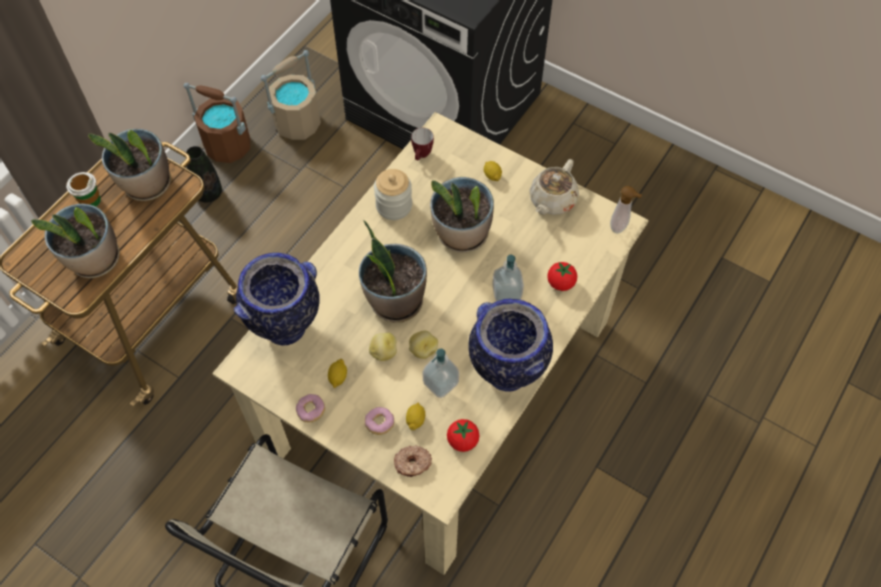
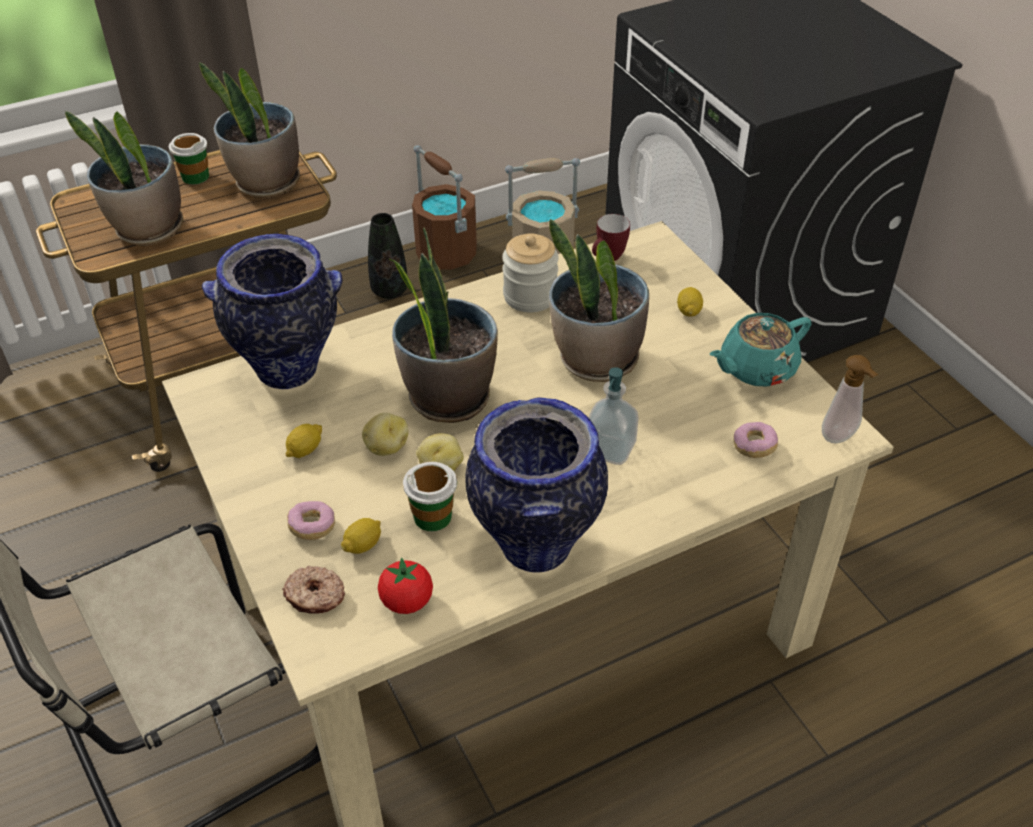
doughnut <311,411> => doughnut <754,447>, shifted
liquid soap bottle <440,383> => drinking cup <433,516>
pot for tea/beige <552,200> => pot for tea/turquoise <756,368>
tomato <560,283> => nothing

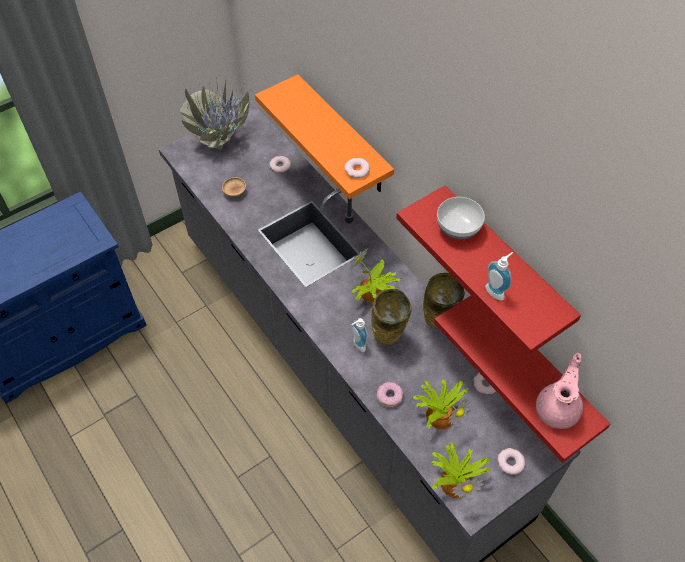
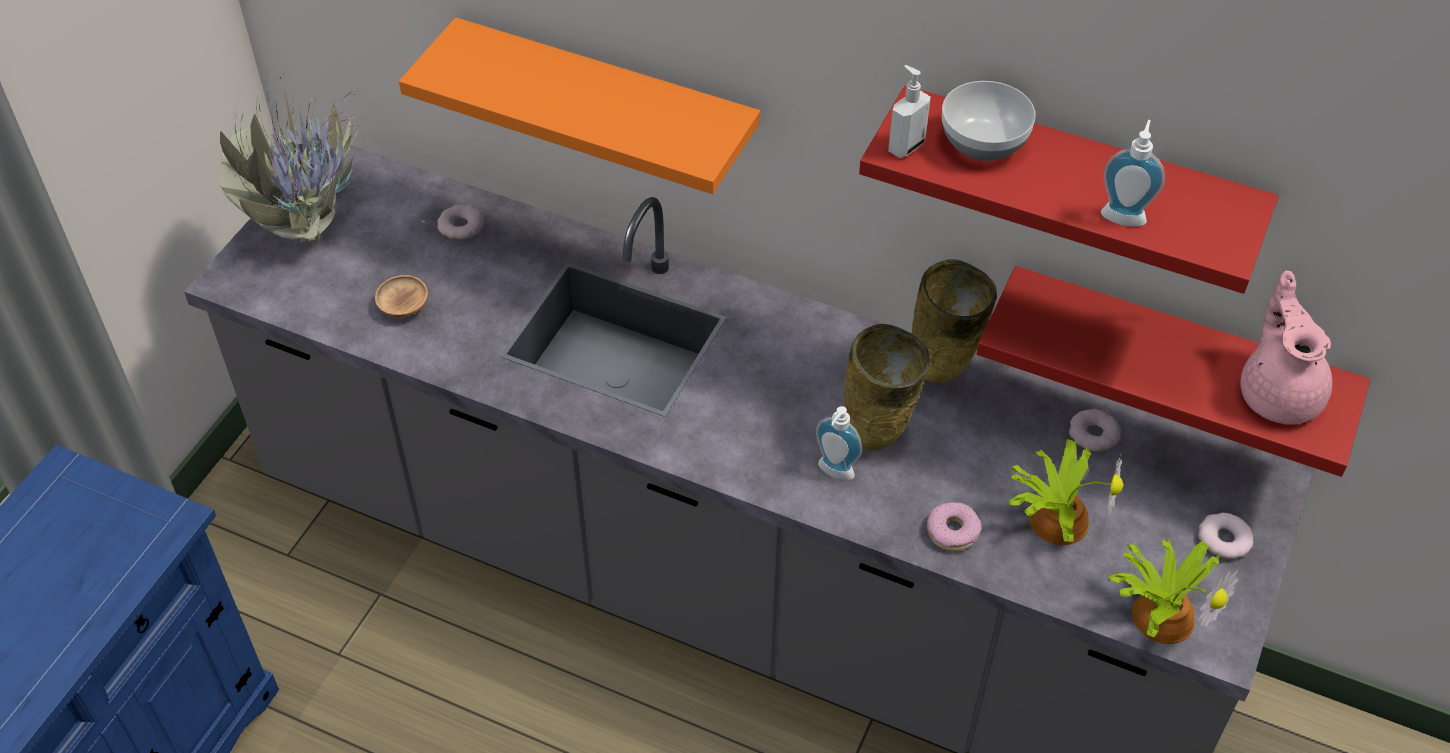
doughnut <357,170> => nothing
houseplant <372,292> => nothing
nothing => liquid soap bottle <905,146>

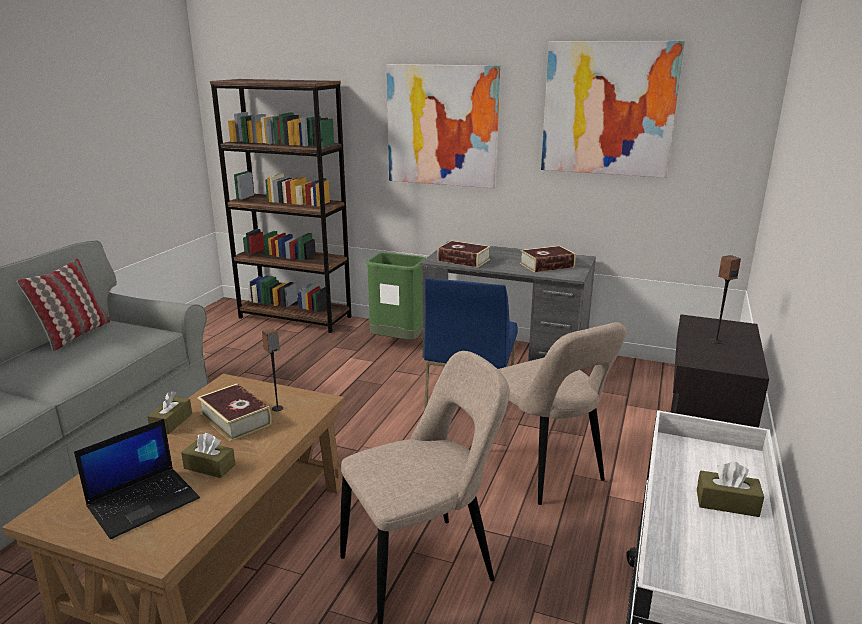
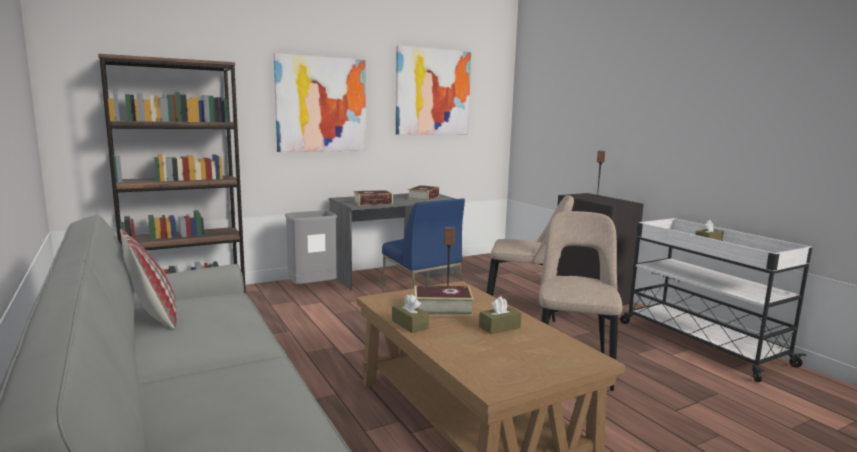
portable computer <144,501> => nothing
waste bin/greenish <398,342> => waste bin/greyish <312,288>

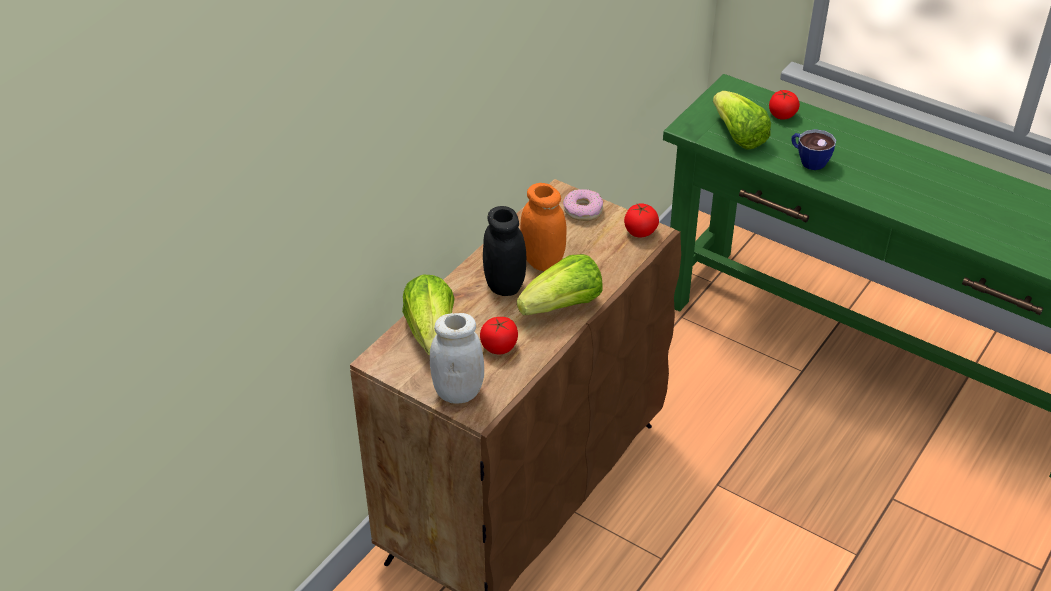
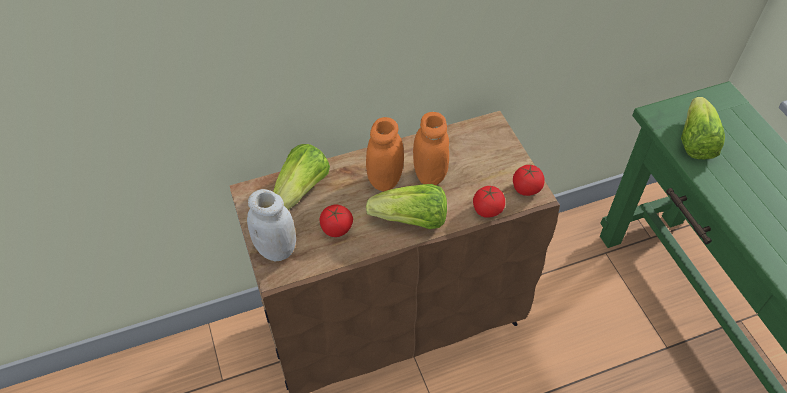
jar/black <504,285> => jar/orange-coloured <385,180>
doughnut <583,210> => nothing
tomato <782,115> => tomato <487,210>, shifted
drinking cup <808,160> => nothing

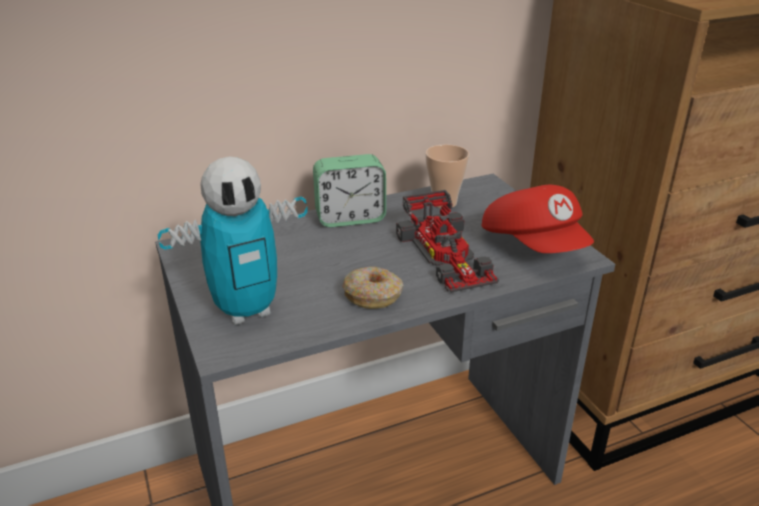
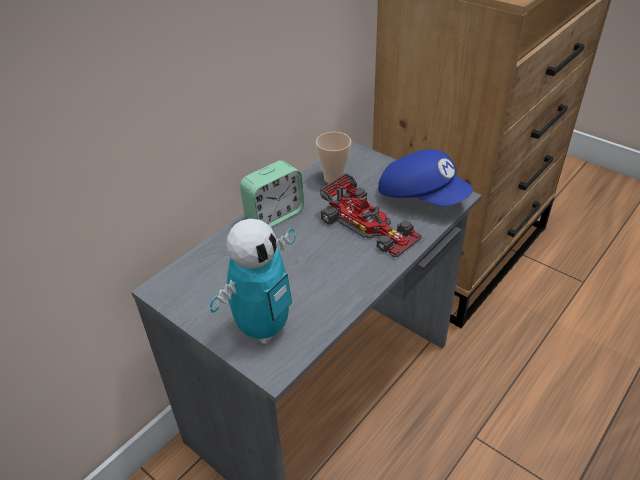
doughnut <373,295> => nothing
baseball cap/red-coloured <535,245> => baseball cap/blue-coloured <422,196>

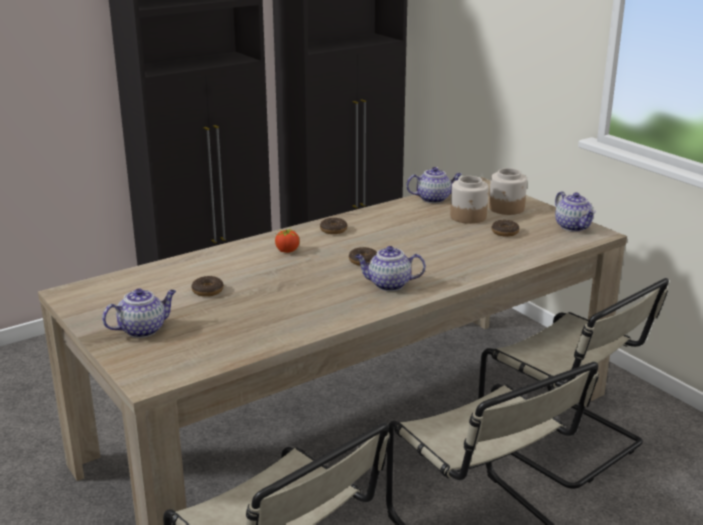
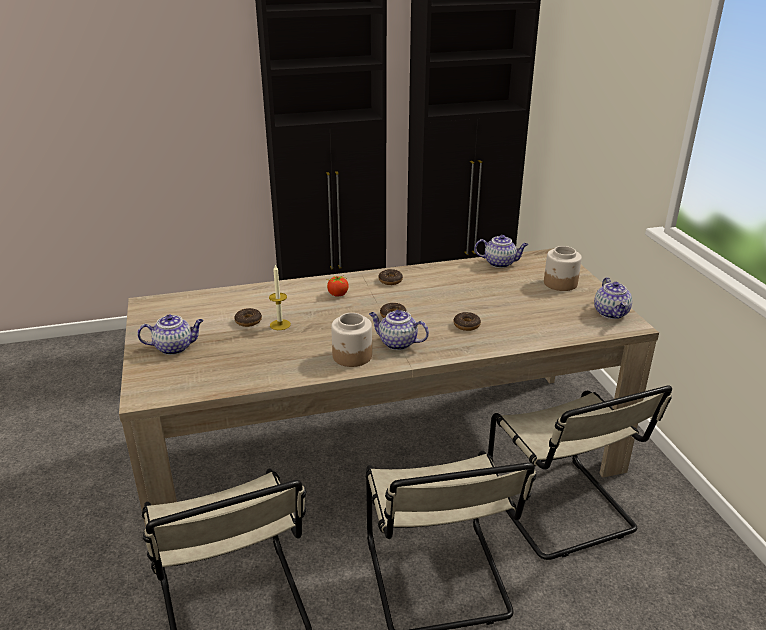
jar <468,217> => jar <352,356>, shifted
doughnut <505,232> => doughnut <466,325>, shifted
nothing => wax light <280,325>

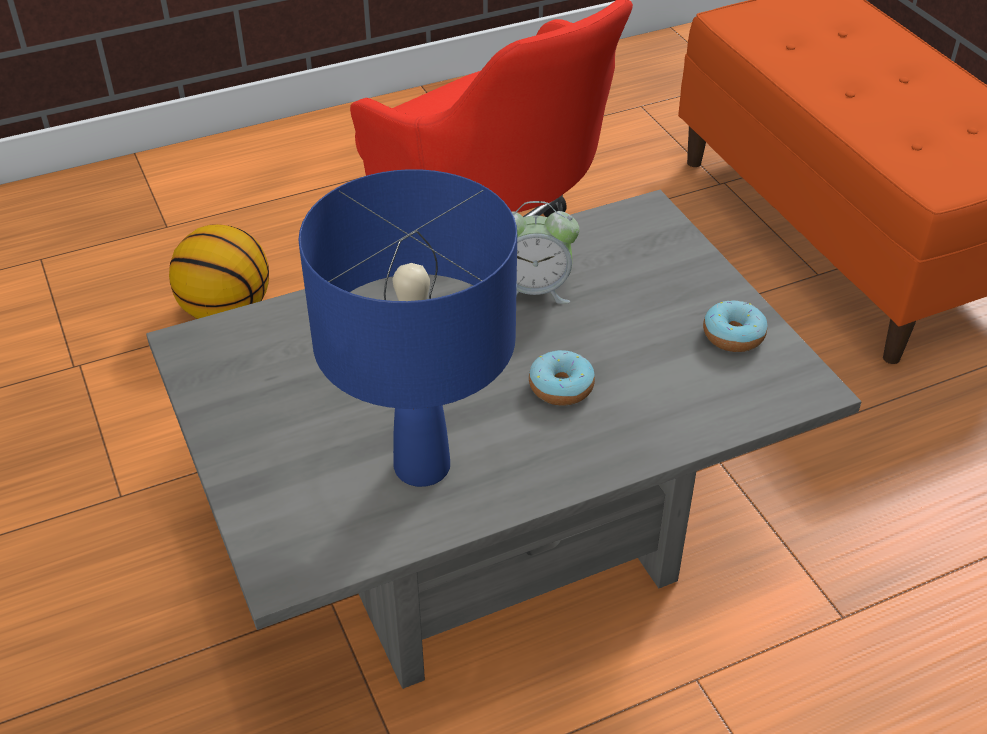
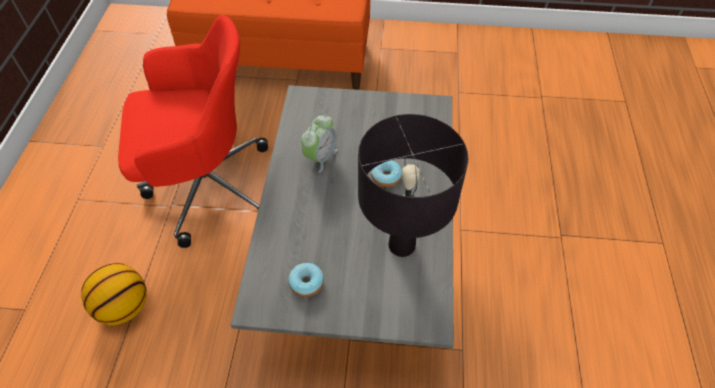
table lamp/blue-coloured <421,467> => table lamp/black <401,246>
doughnut <733,335> => doughnut <306,283>, shifted

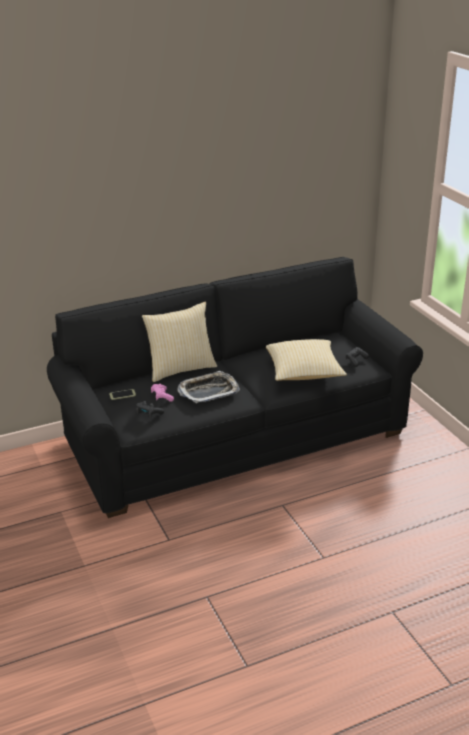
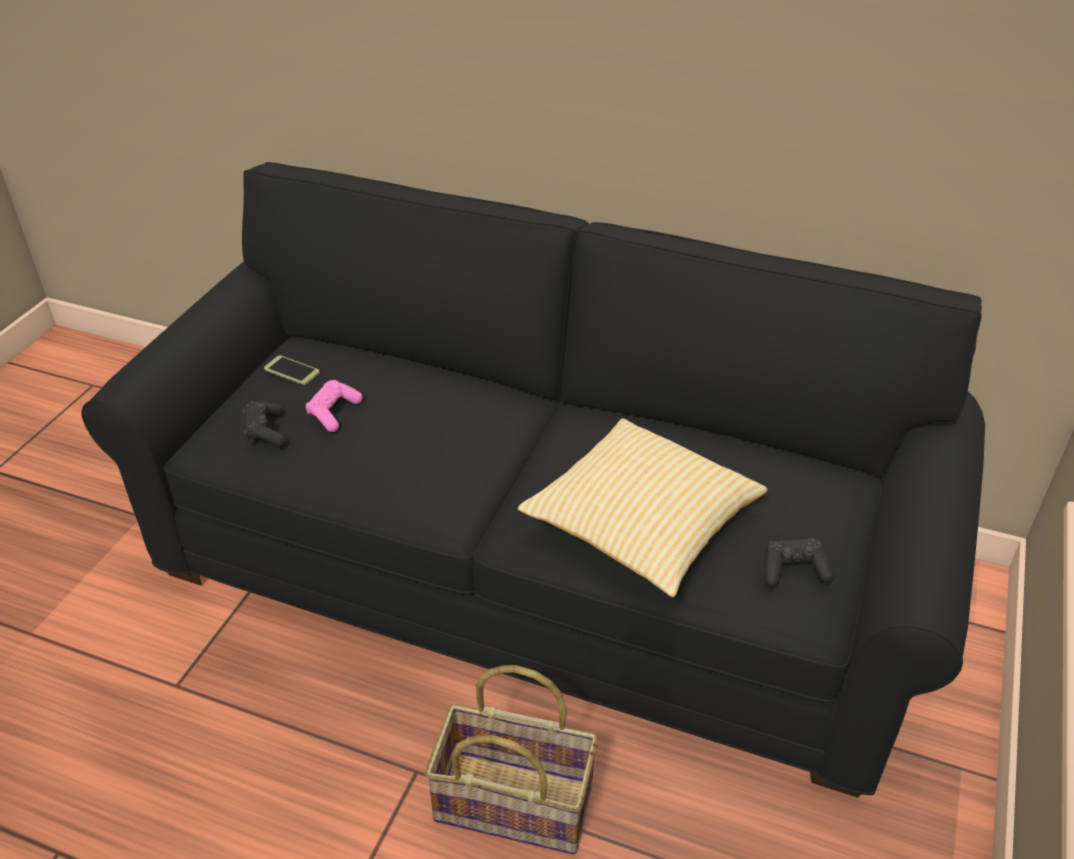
throw pillow <180,369> => nothing
tray <208,391> => nothing
nothing => basket <515,801>

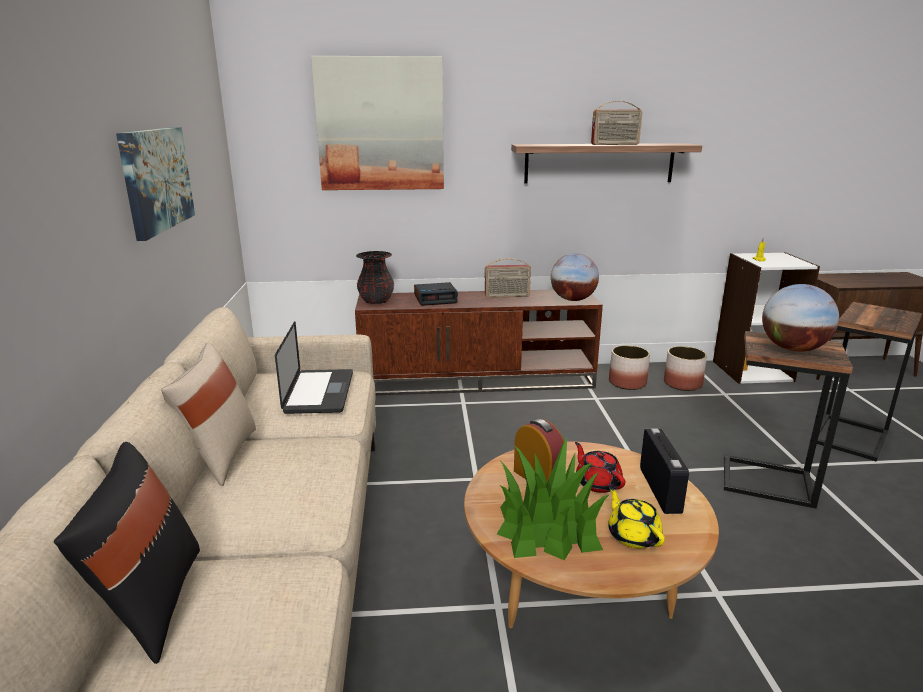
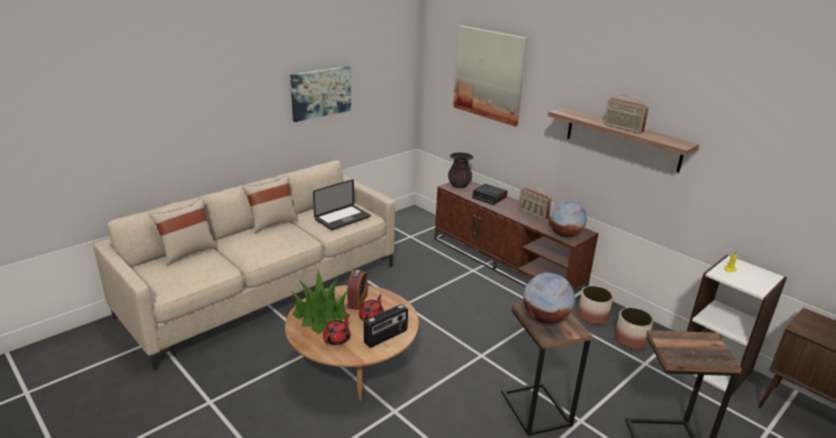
throw pillow/black <151,604> => throw pillow/beige <187,253>
pot for tea/yellow-coloured <633,535> => pot for tea/red-coloured <337,339>

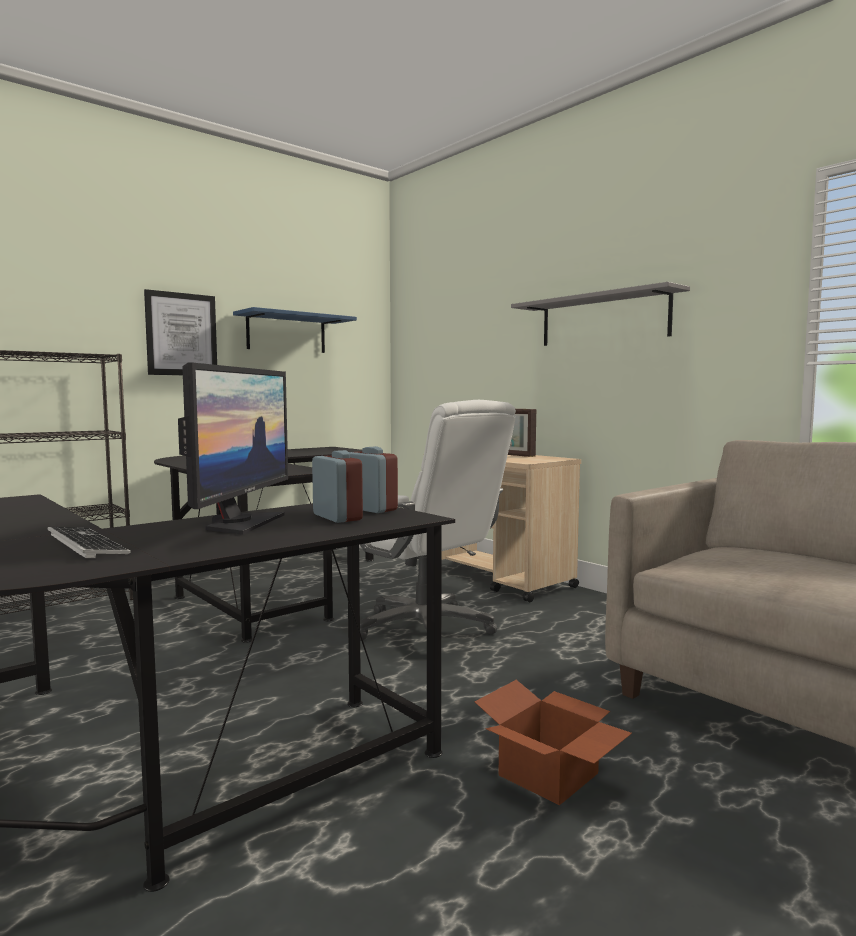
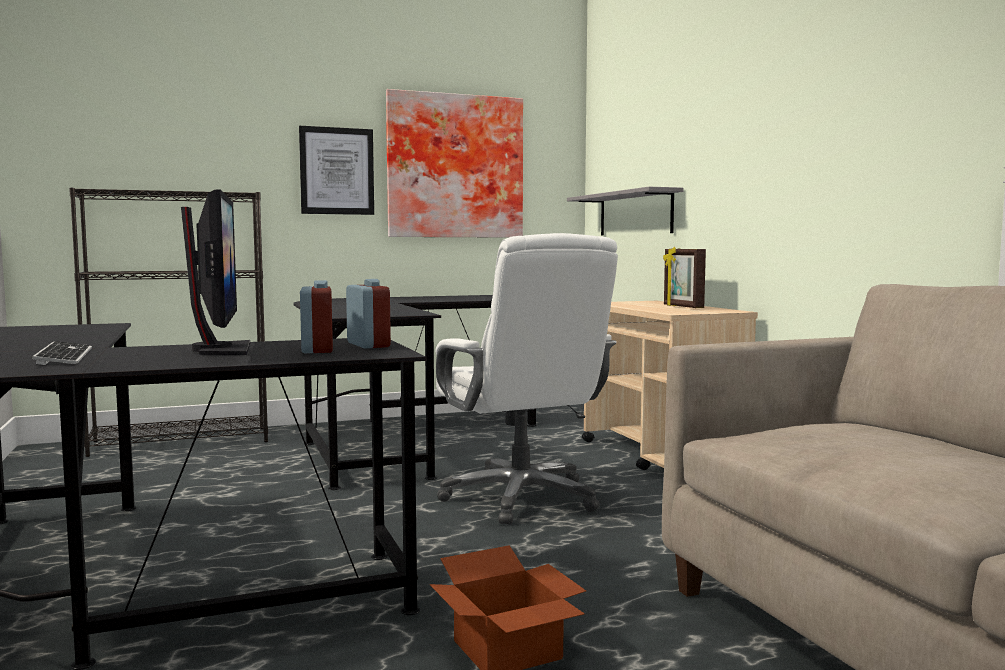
computer display <240,523> => computer display <222,349>, 45 degrees counterclockwise
shelf/blue-coloured <286,333> => wall art <454,167>
shelf/greyish <603,319> => shelf/greyish <635,214>, shifted

